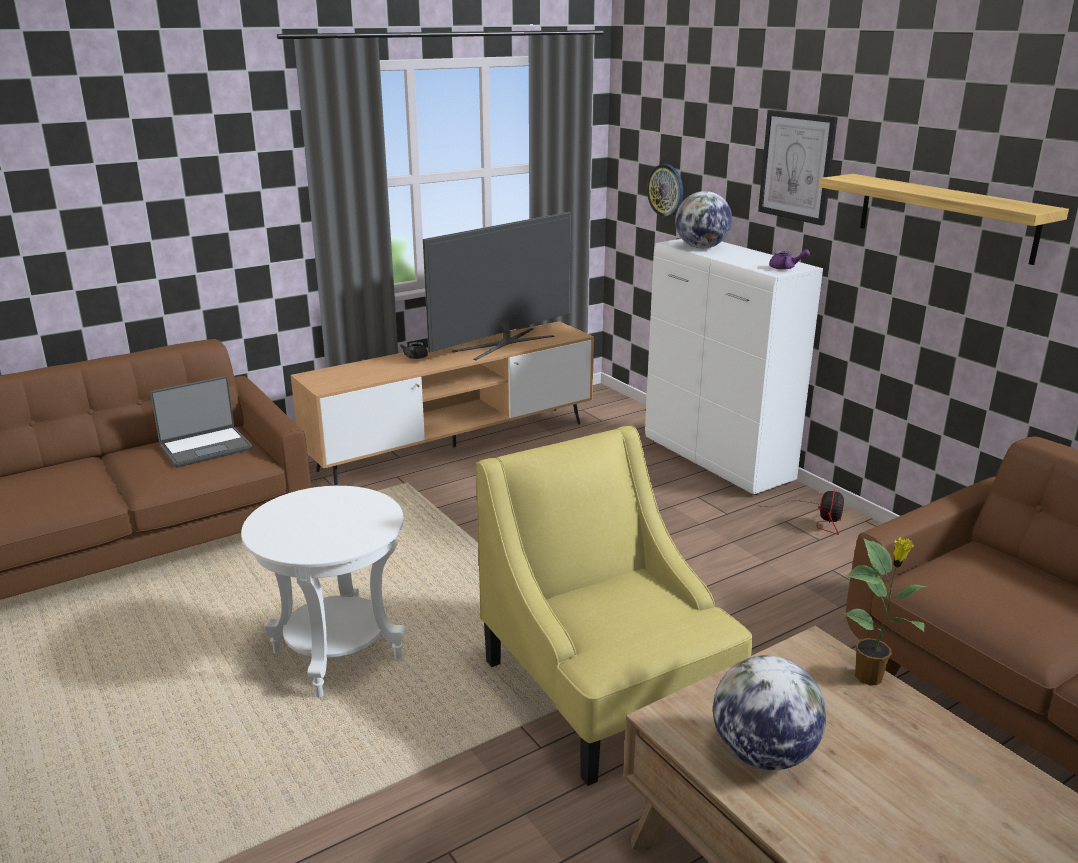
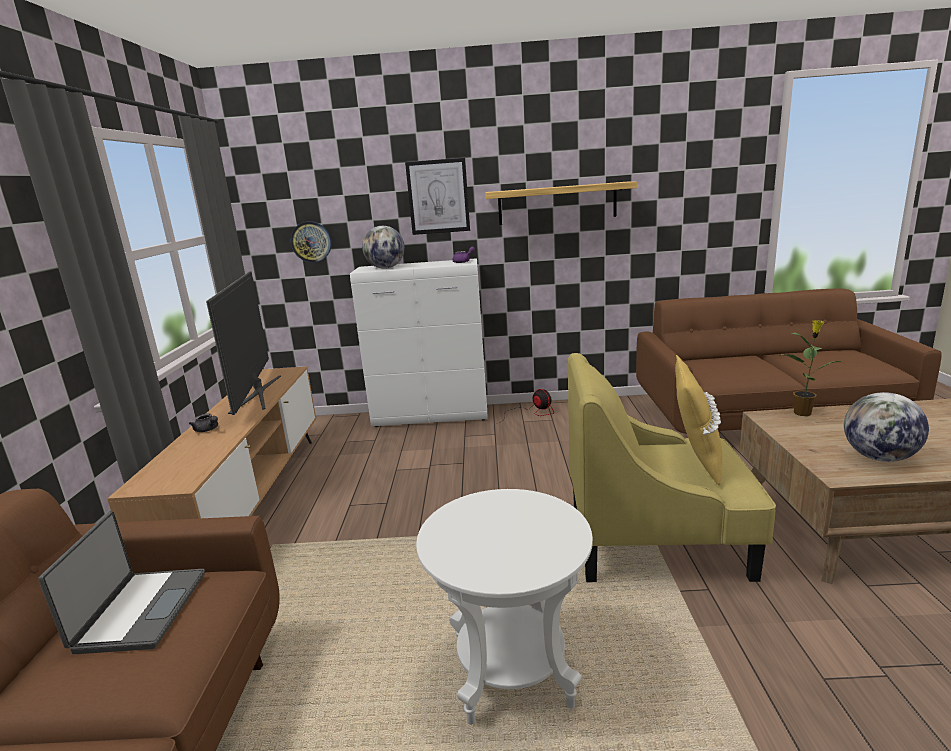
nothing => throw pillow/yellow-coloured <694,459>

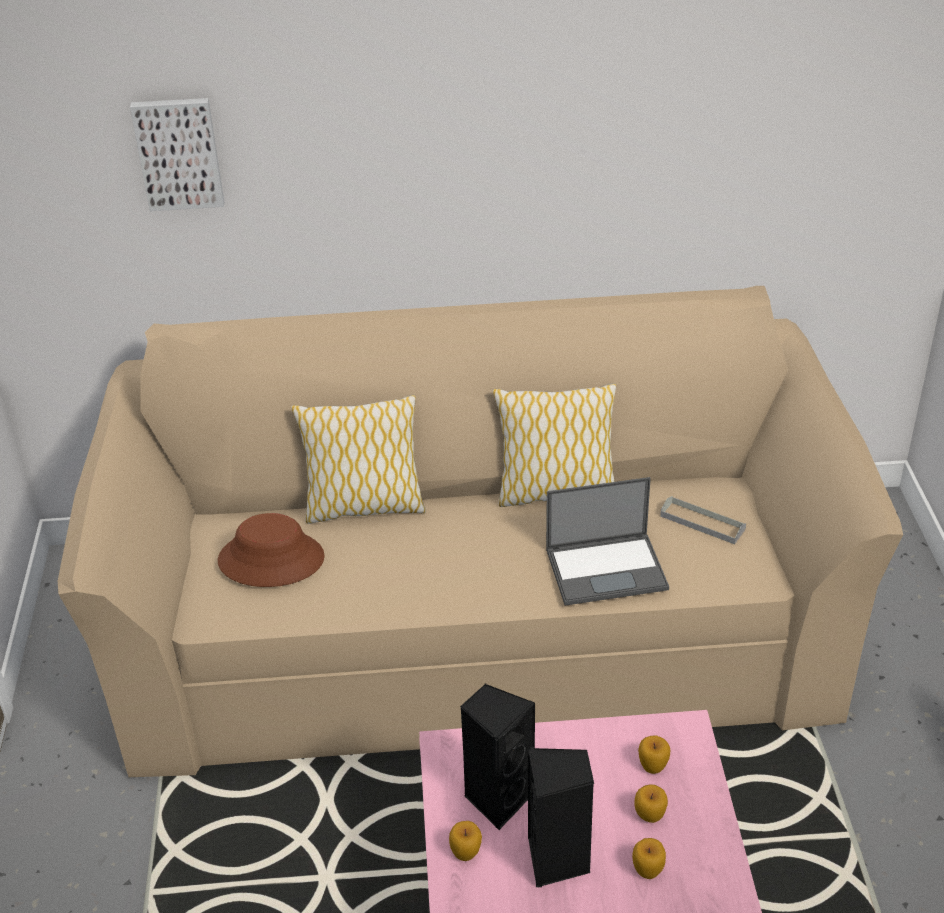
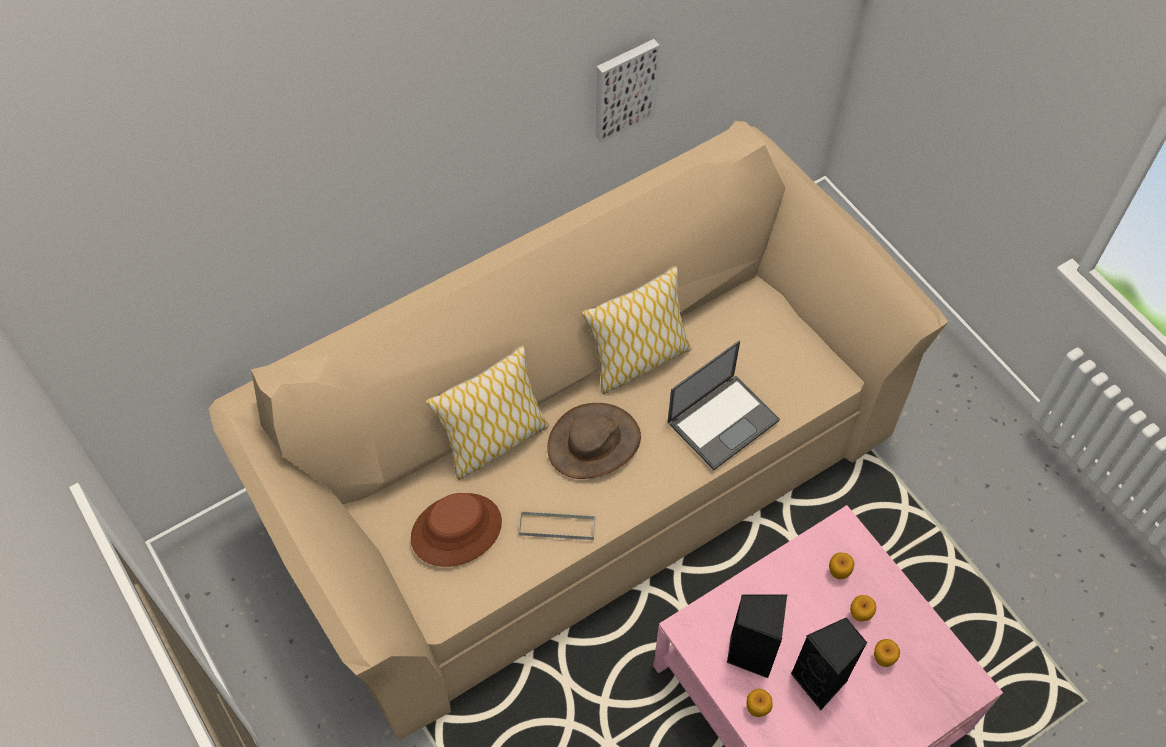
wall art <179,153> => wall art <623,88>, shifted
tray/greyish <702,523> => tray/greyish <557,527>, shifted
nothing => hat/brownish <594,443>

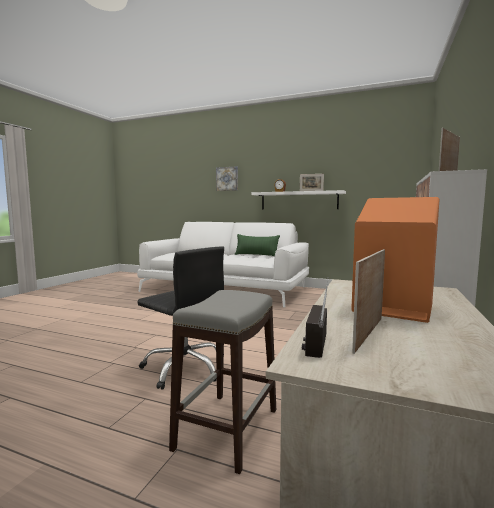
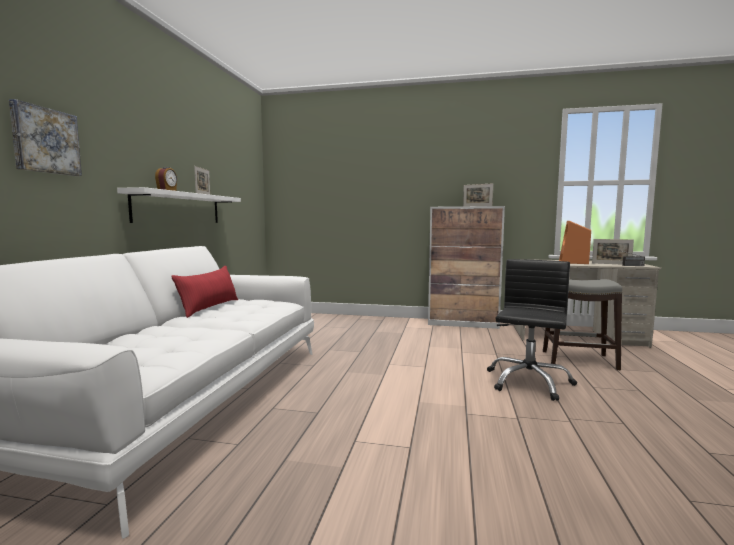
throw pillow/greenish <256,255> => throw pillow/red-coloured <209,307>

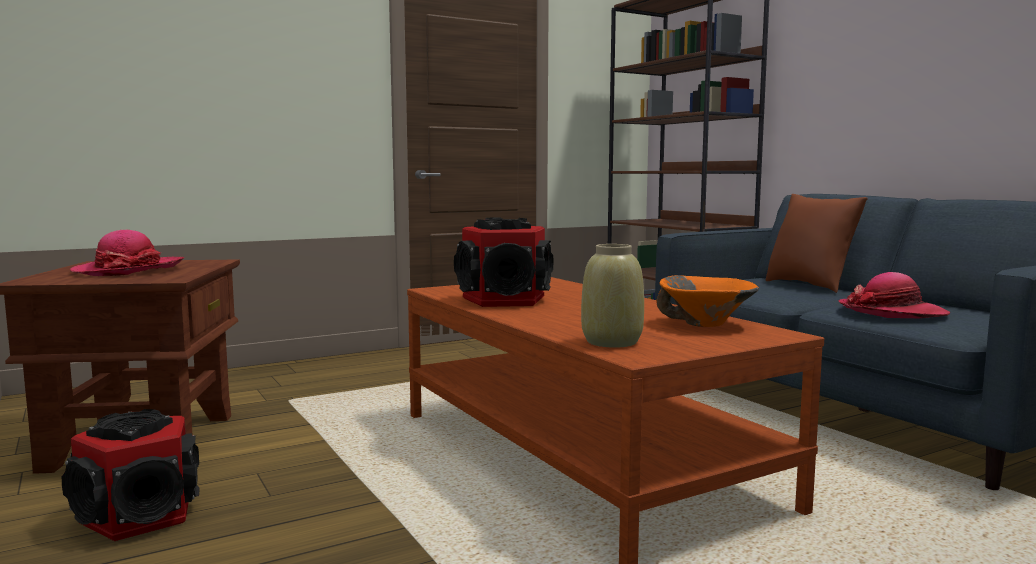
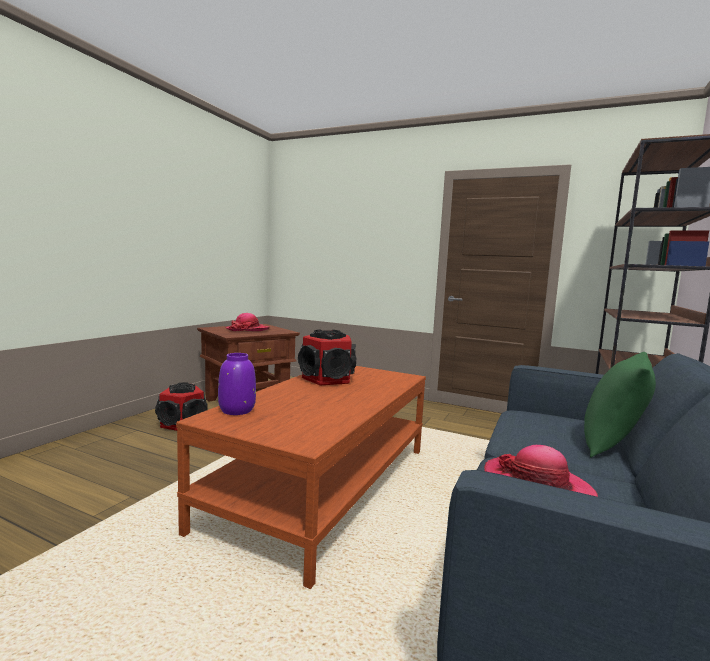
flower vase/beige <611,342> => flower vase/purplish <236,410>
serving bowl/orange-coloured <705,324> => nothing
throw pillow/brownish <810,286> => throw pillow/greenish <612,446>

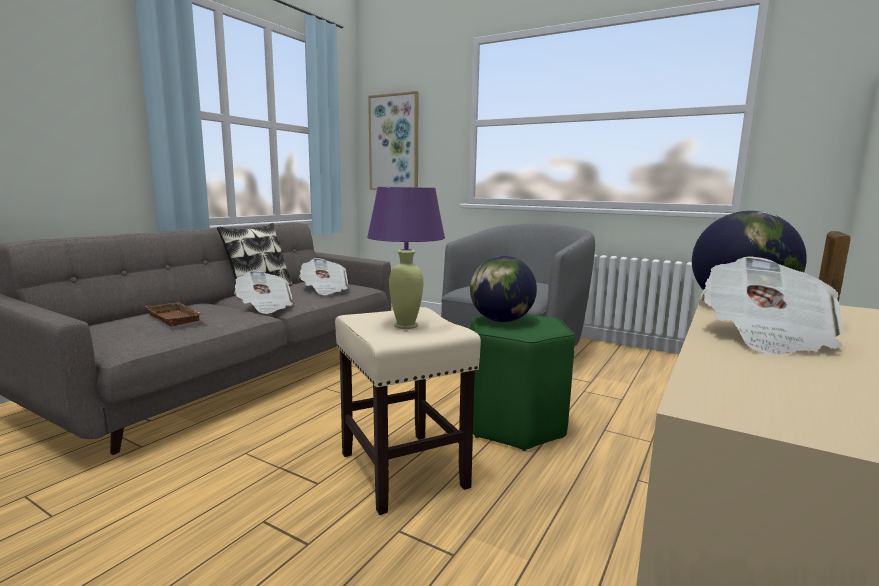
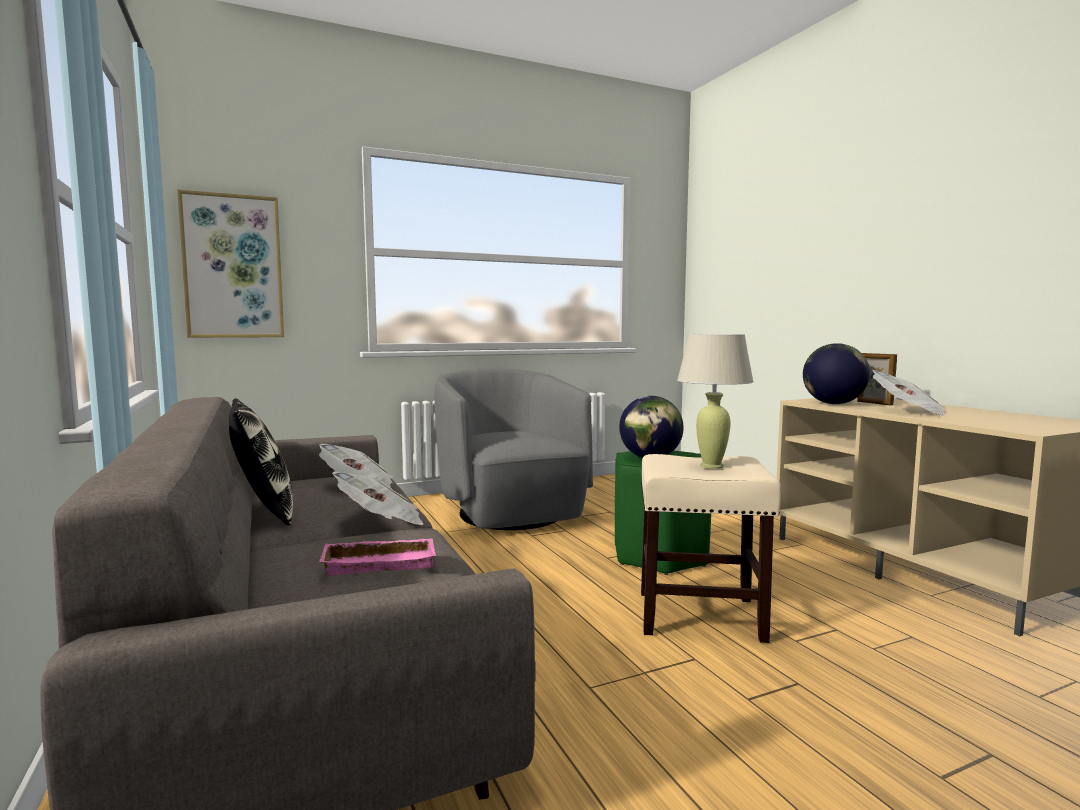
tray/brownish <177,318> => tray/pink <381,562>
table lamp/purplish <405,325> => table lamp/beige <711,466>

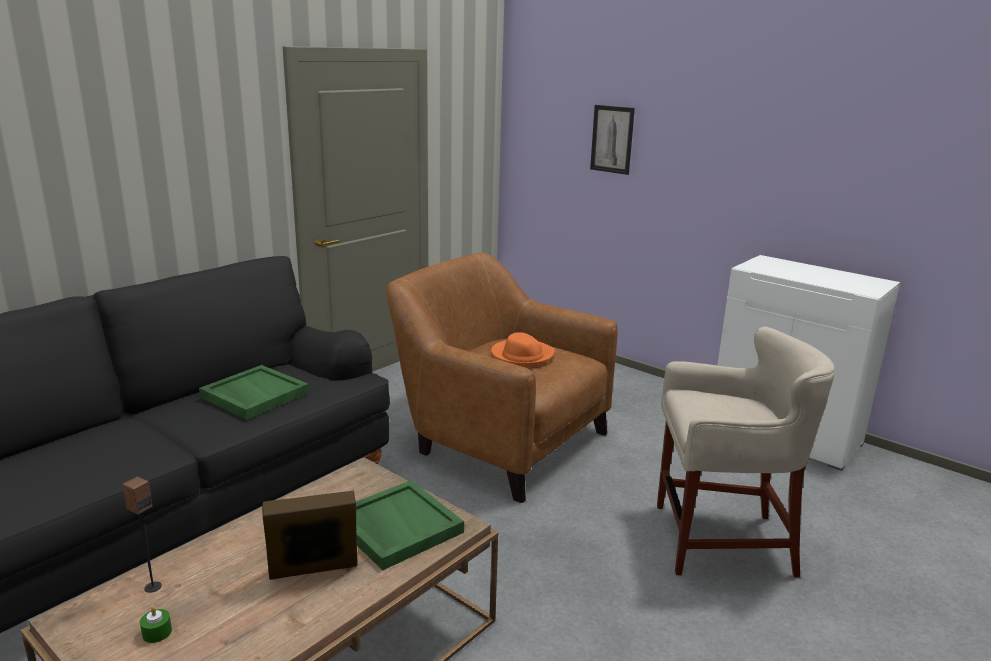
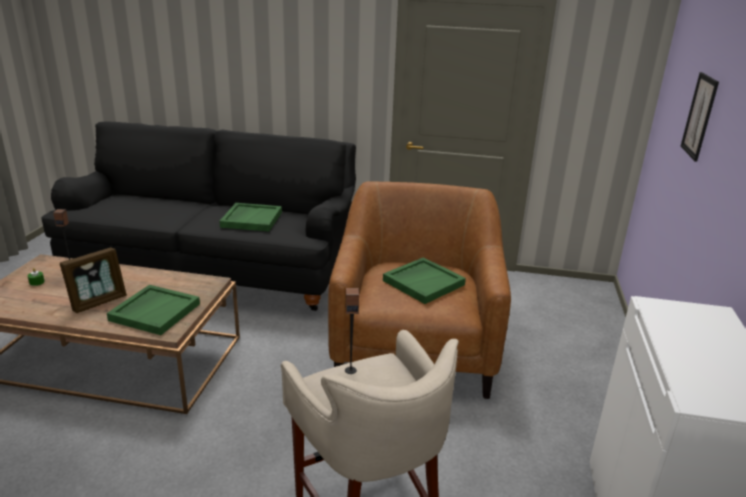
standing frame <313,572> => standing frame <98,302>, 90 degrees clockwise
hat/orange-coloured <522,356> => tray/greenish <423,282>
nothing => speaker <350,370>

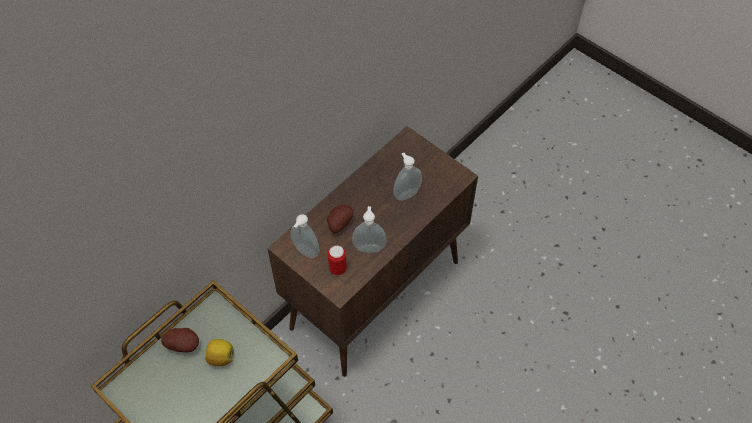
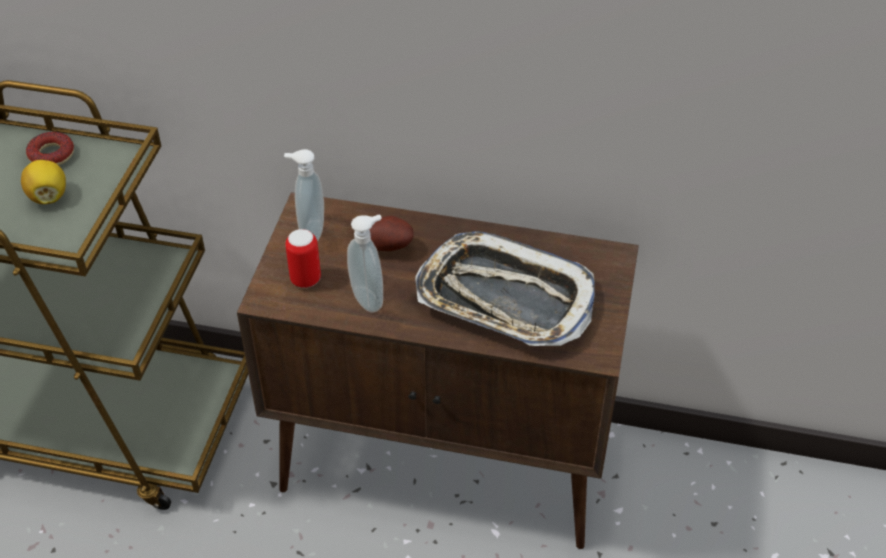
spud <184,344> => doughnut <51,155>
liquid soap bottle <406,193> => tray <504,299>

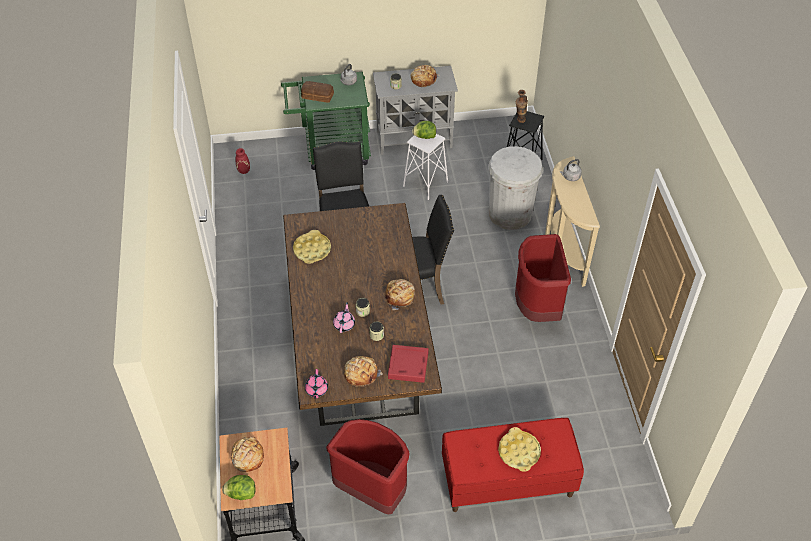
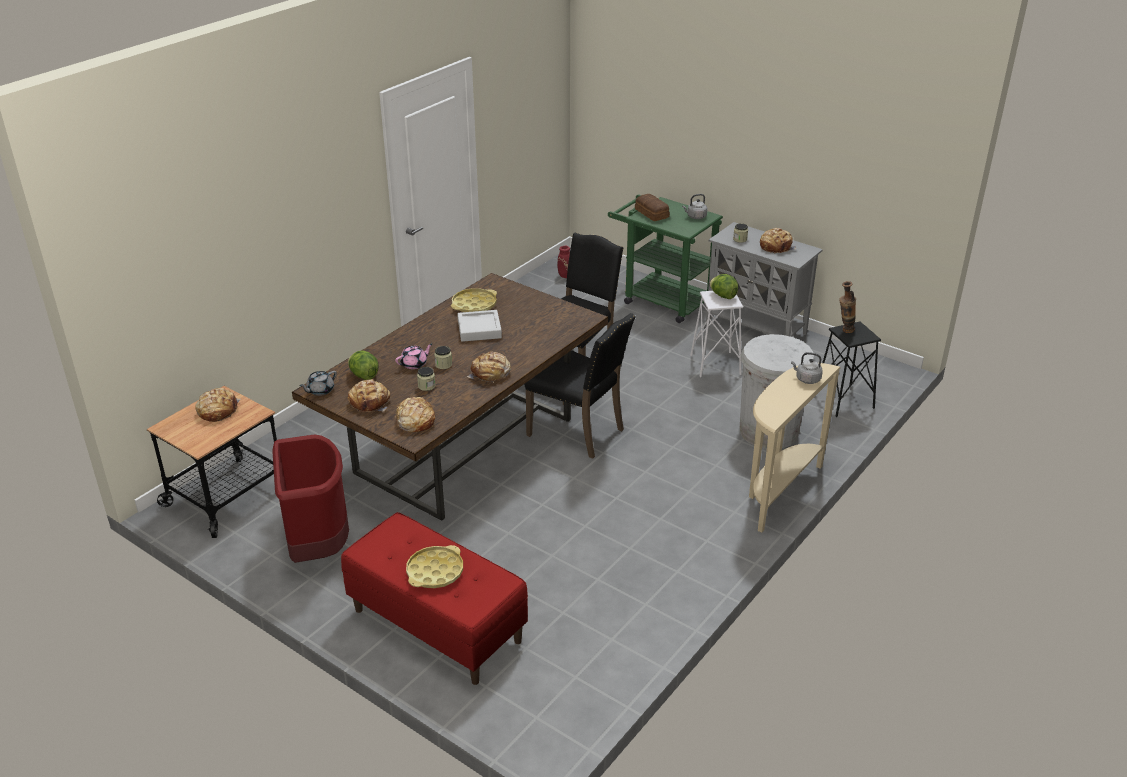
head of lettuce <241,493> => head of lettuce <363,375>, shifted
pot for tea/pink <316,390> => pot for tea/greyish <320,390>
tray/red-coloured <408,366> => baked bread <415,421>
waste bin/red-coloured <537,307> => nothing
nothing => tray/greyish <479,329>

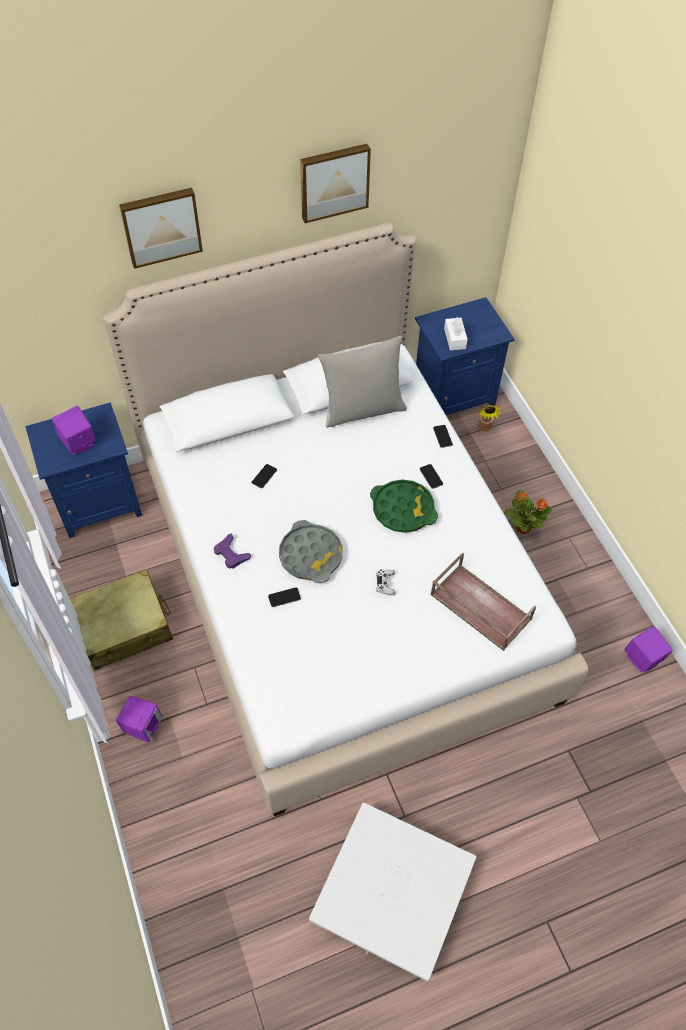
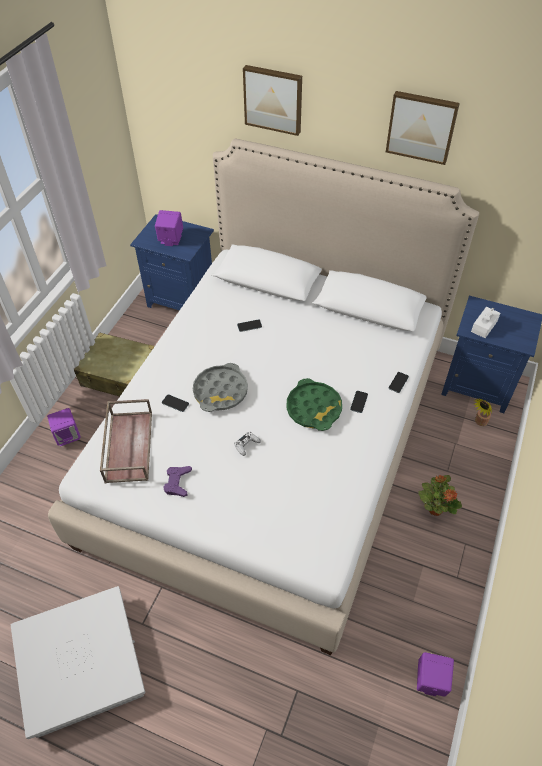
game controller/purplish <231,554> => game controller/purplish <177,482>, shifted
throw pillow/greyish <362,410> => nothing
tray/brownish <479,607> => tray/brownish <128,445>, shifted

